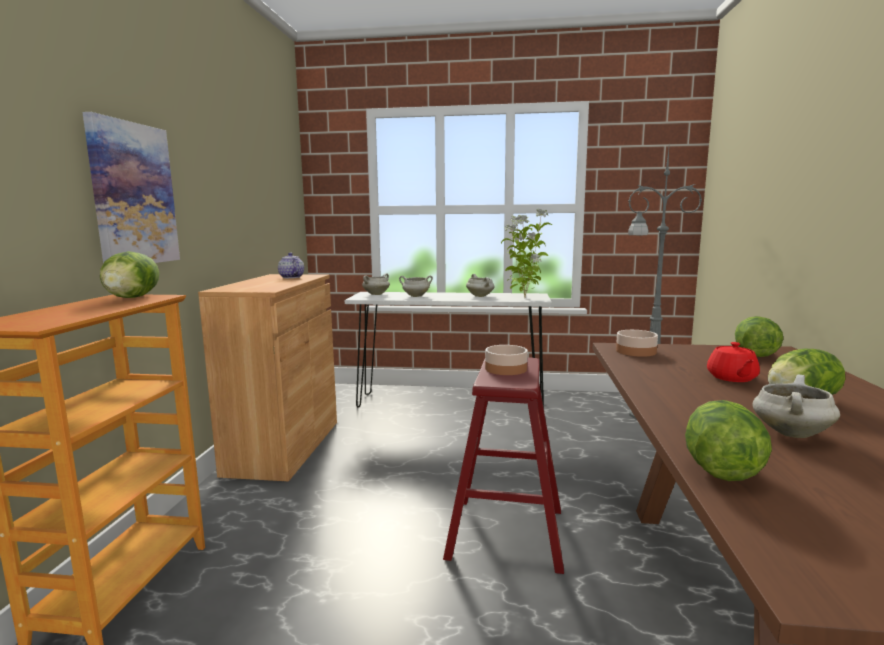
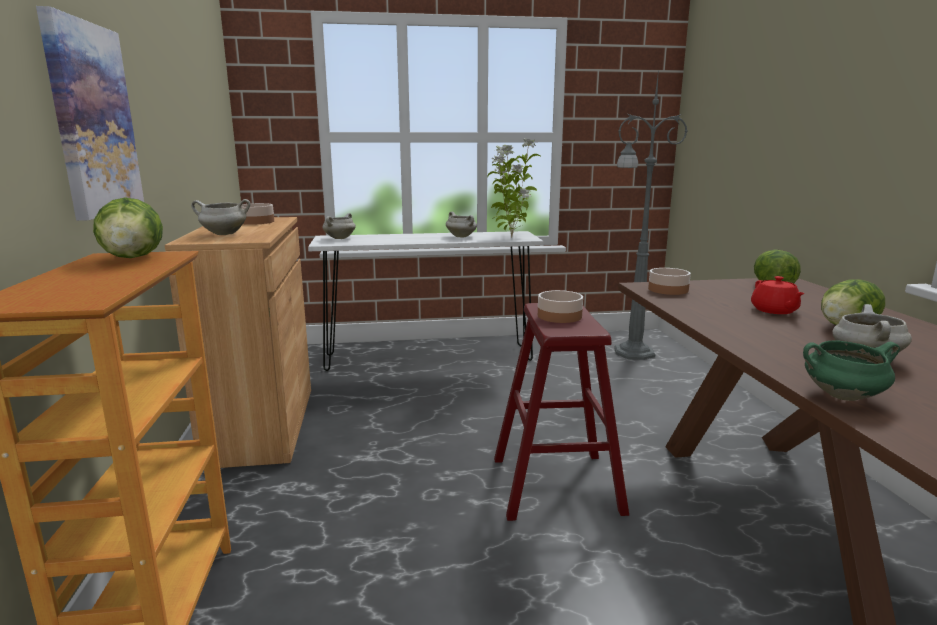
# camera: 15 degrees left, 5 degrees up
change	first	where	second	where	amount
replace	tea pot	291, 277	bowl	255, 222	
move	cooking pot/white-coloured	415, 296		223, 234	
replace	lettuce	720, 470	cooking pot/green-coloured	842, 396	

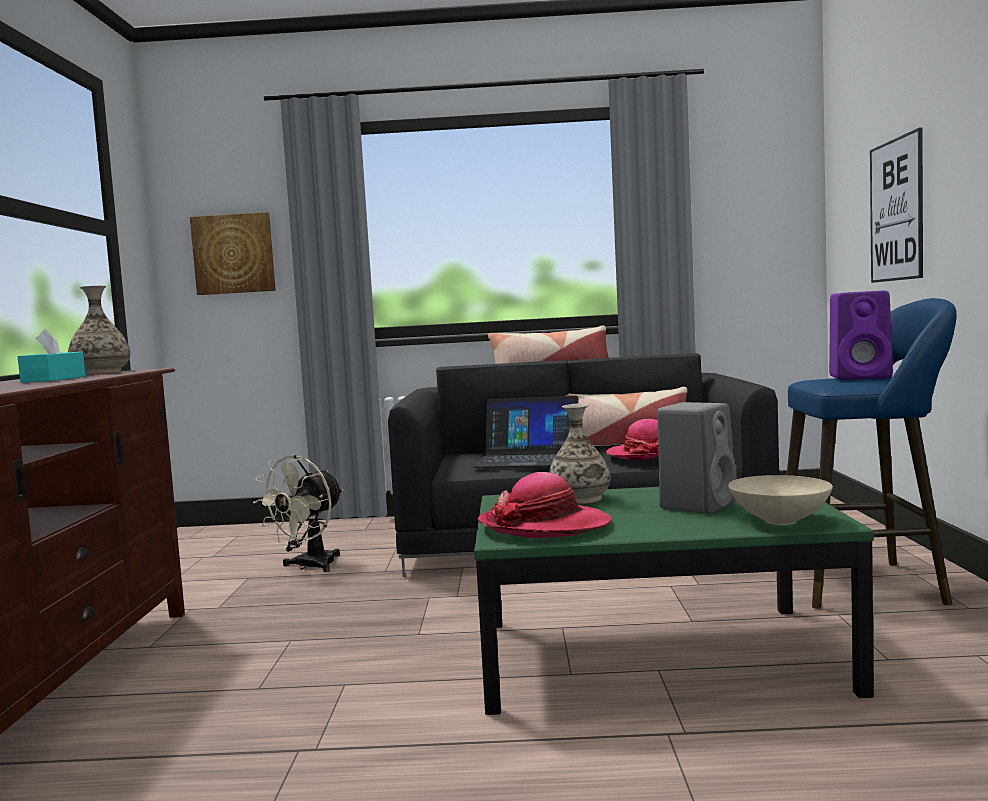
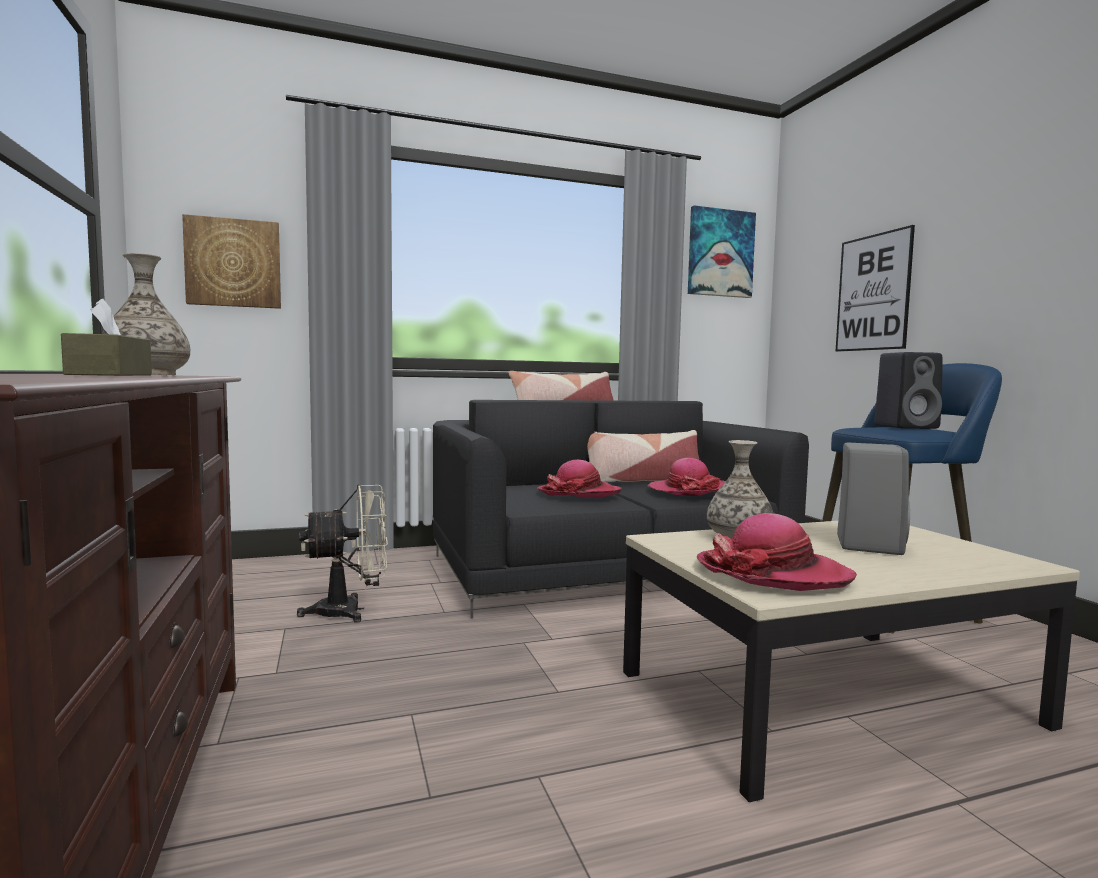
# camera: 20 degrees left, 0 degrees up
change	first	where	second	where	amount
recolor	speaker/purplish	862, 377	speaker/black-coloured	907, 427	
recolor	box of tissues/turquoise-coloured	54, 379	box of tissues/brown-coloured	110, 375	
replace	portable computer	528, 458	hat	579, 493	
rotate	cooling fan/sand-coloured	309, 567		350, 610	120 degrees counterclockwise
delete	bowl/sand-coloured	779, 520			
recolor	coffee table/green-coloured	657, 655	coffee table/sand-coloured	825, 698	
insert			picture	720, 253	

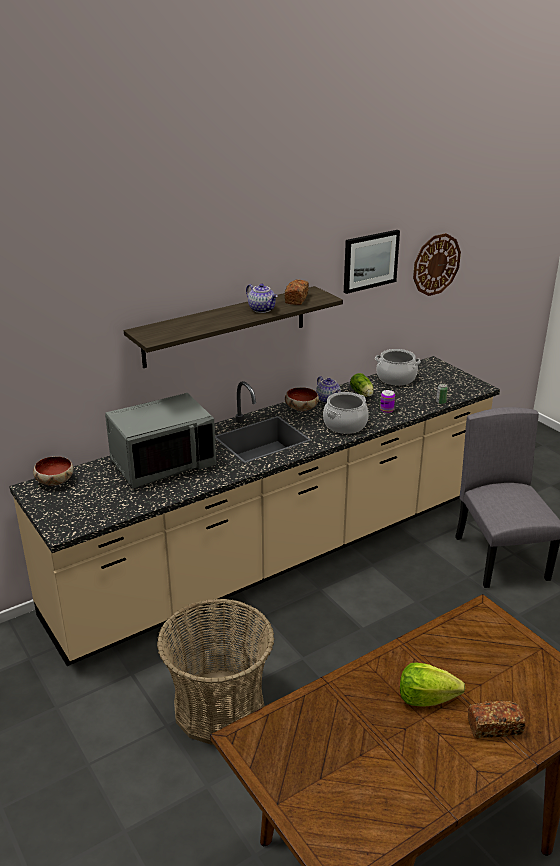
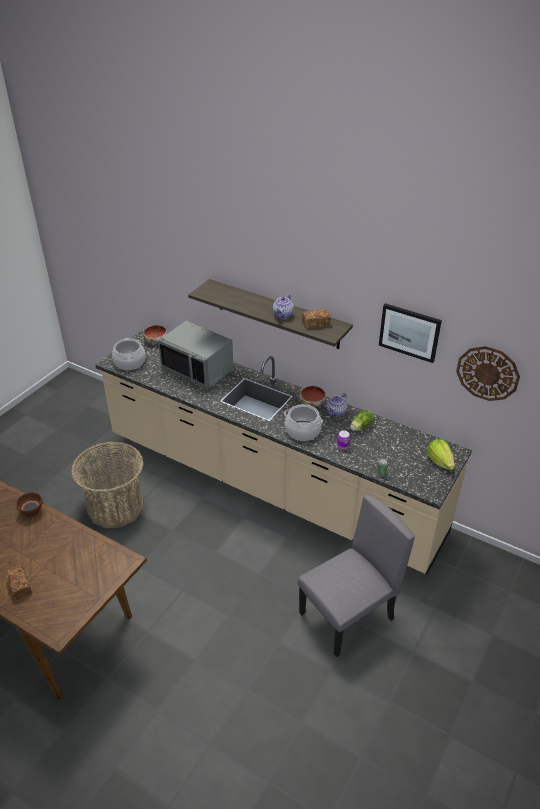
# camera: 65 degrees right, 10 degrees up
change	first	where	second	where	amount
move	cooking pot	396, 378		129, 362	
move	lettuce	426, 698		440, 462	
insert			bowl/brown-coloured	32, 511	

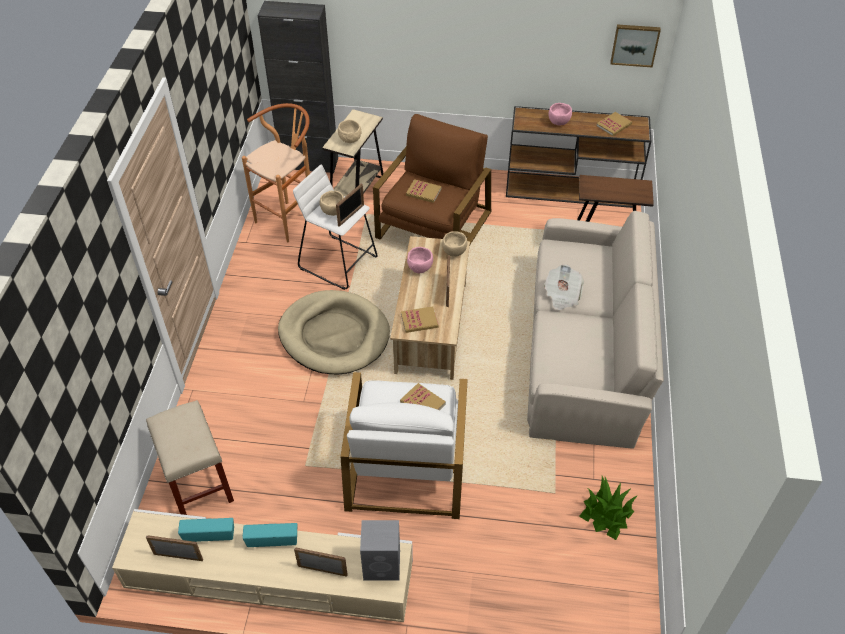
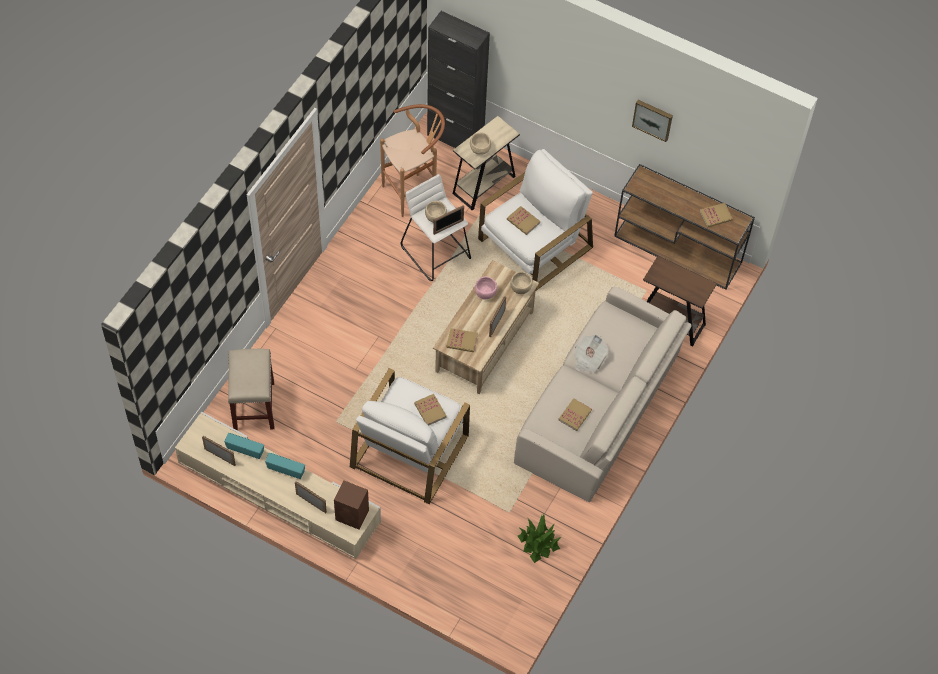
# camera: 20 degrees right, 10 degrees up
change	first	where	second	where	amount
move	picture	634, 44		653, 119	
delete	bowl/pink	559, 122			
recolor	armchair/brown-coloured	434, 226	armchair/white-coloured	535, 244	
delete	pet bed/sand-coloured	334, 335			
recolor	speaker/grey	383, 565	speaker/brown-coloured	353, 515	
insert			bound book	575, 415	

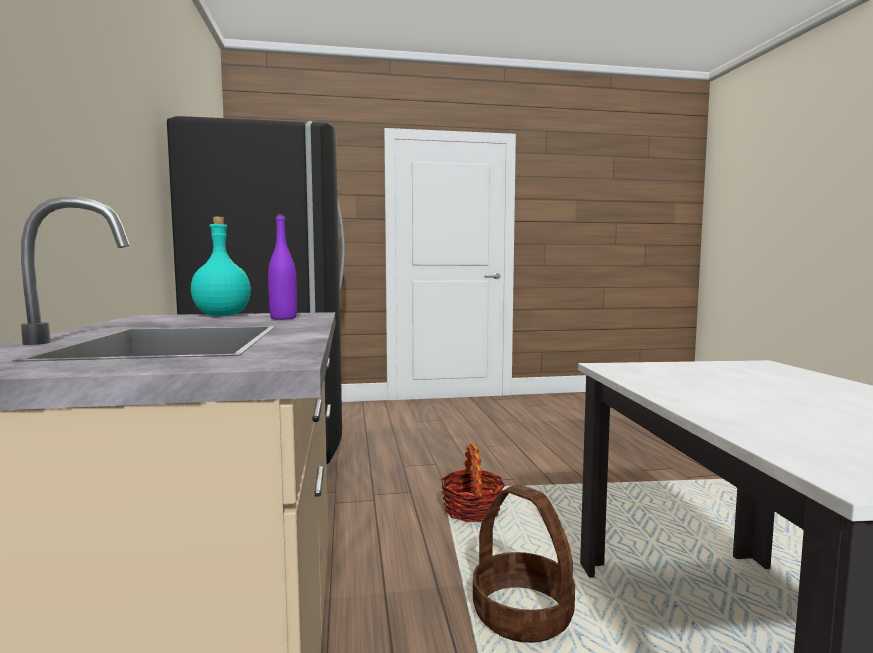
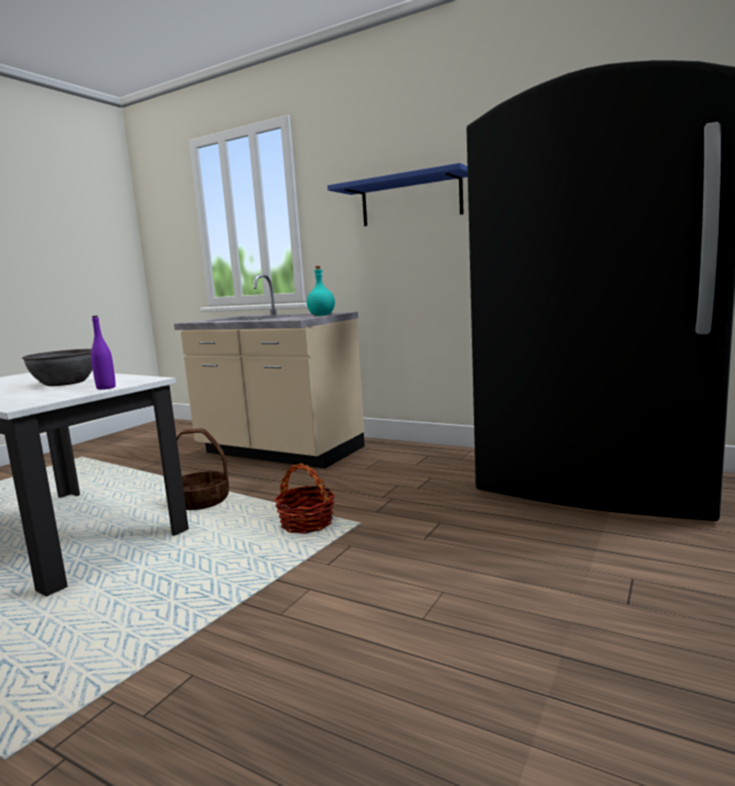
# camera: 130 degrees right, 5 degrees up
change	first	where	second	where	amount
move	drink bottle/purplish	283, 318		106, 388	
insert			bracket shelf/bluish	410, 200	
insert			bowl/grey	65, 383	

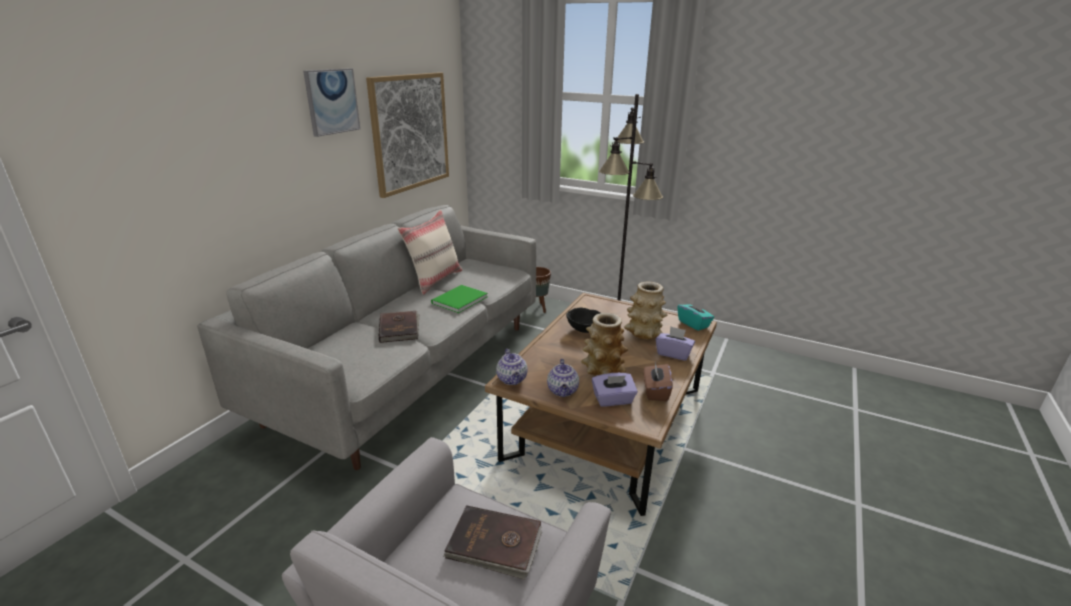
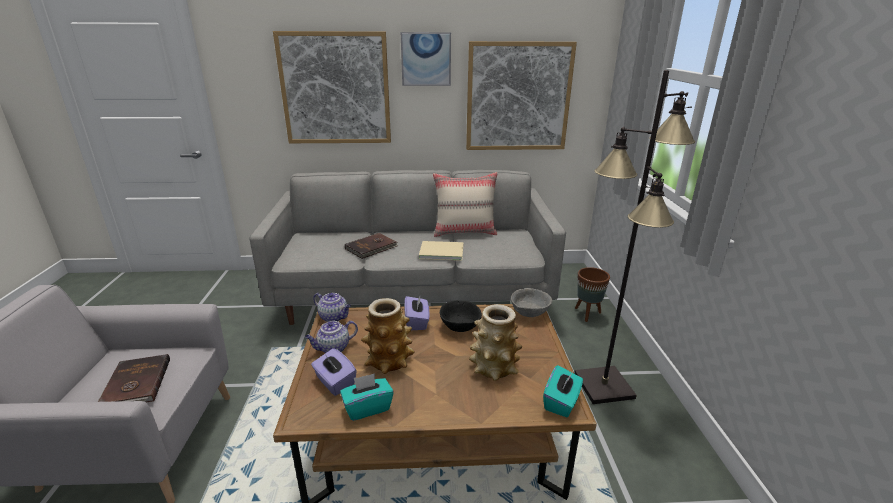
# camera: 60 degrees right, 0 degrees up
change	first	where	second	where	amount
recolor	bound book/green-coloured	457, 300	bound book/sand-coloured	440, 251	
move	box of tissues/purplish	673, 353		417, 322	
rotate	tea pot	512, 380		334, 317	105 degrees counterclockwise
recolor	box of tissues/brown-coloured	655, 391	box of tissues/turquoise-coloured	367, 407	
insert			picture	335, 89	
insert			bowl/grey	530, 313	

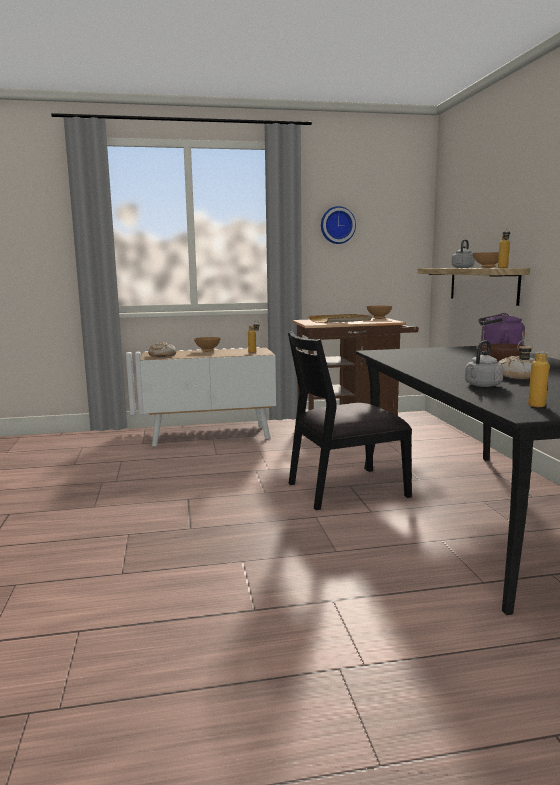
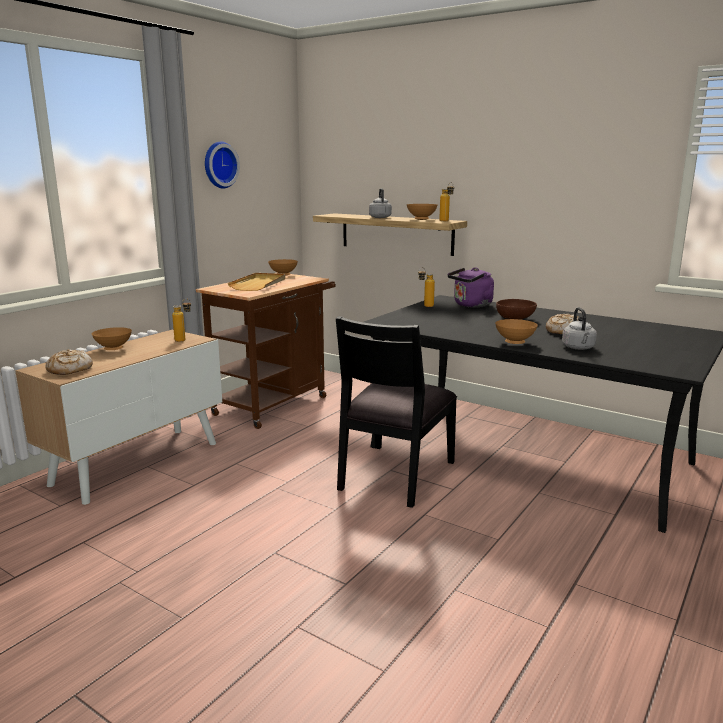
# camera: 45 degrees left, 5 degrees up
change	first	where	second	where	amount
move	drink bottle	529, 405		425, 306	
insert			bowl/brown-coloured	515, 343	

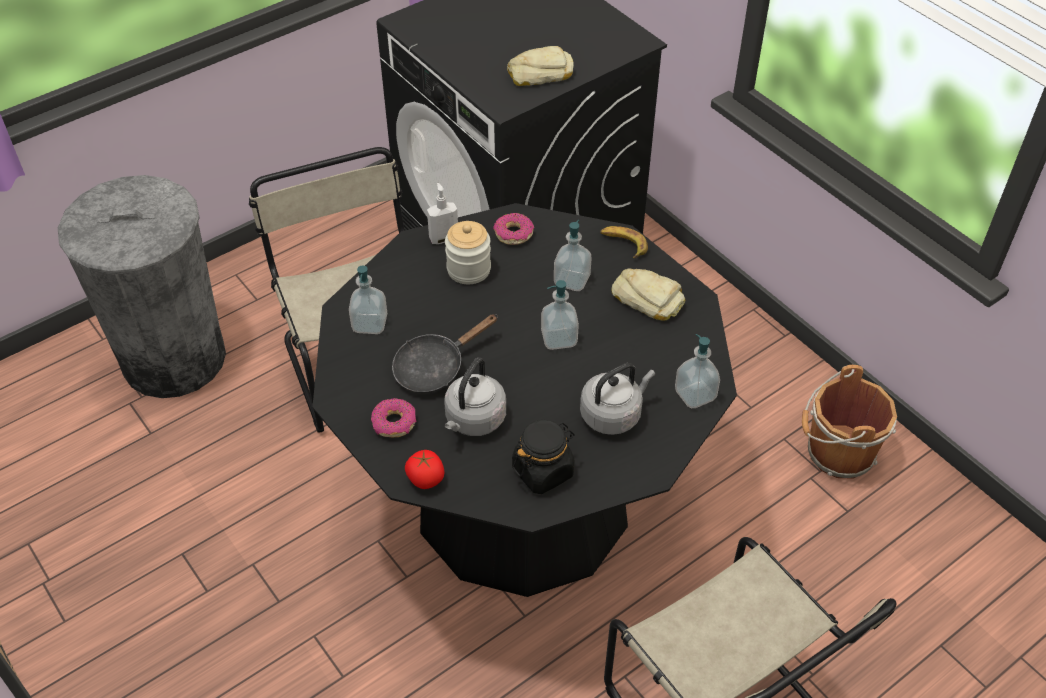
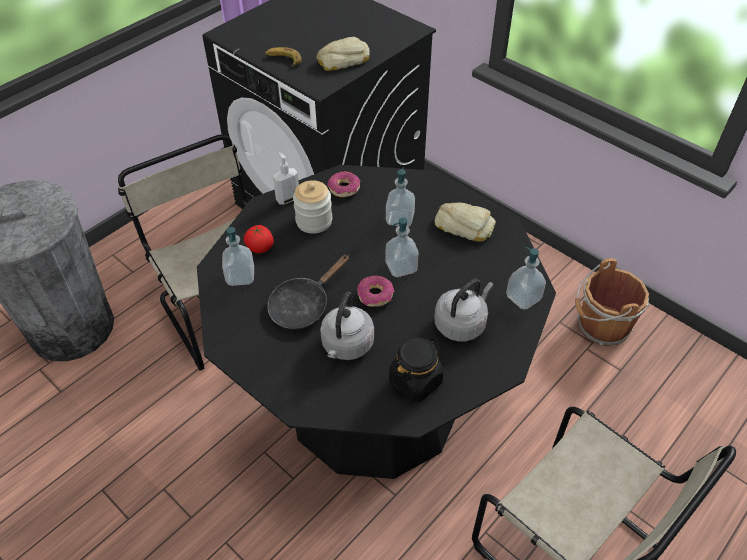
# camera: 10 degrees left, 0 degrees up
change	first	where	second	where	amount
move	banana fruit	623, 244		283, 60	
move	ring doughnut	394, 423		375, 295	
move	whole tomato	426, 479		260, 247	

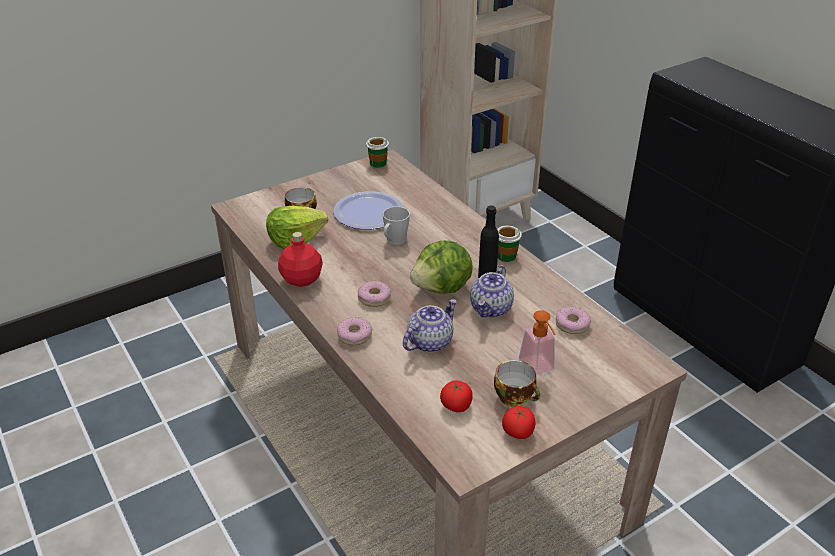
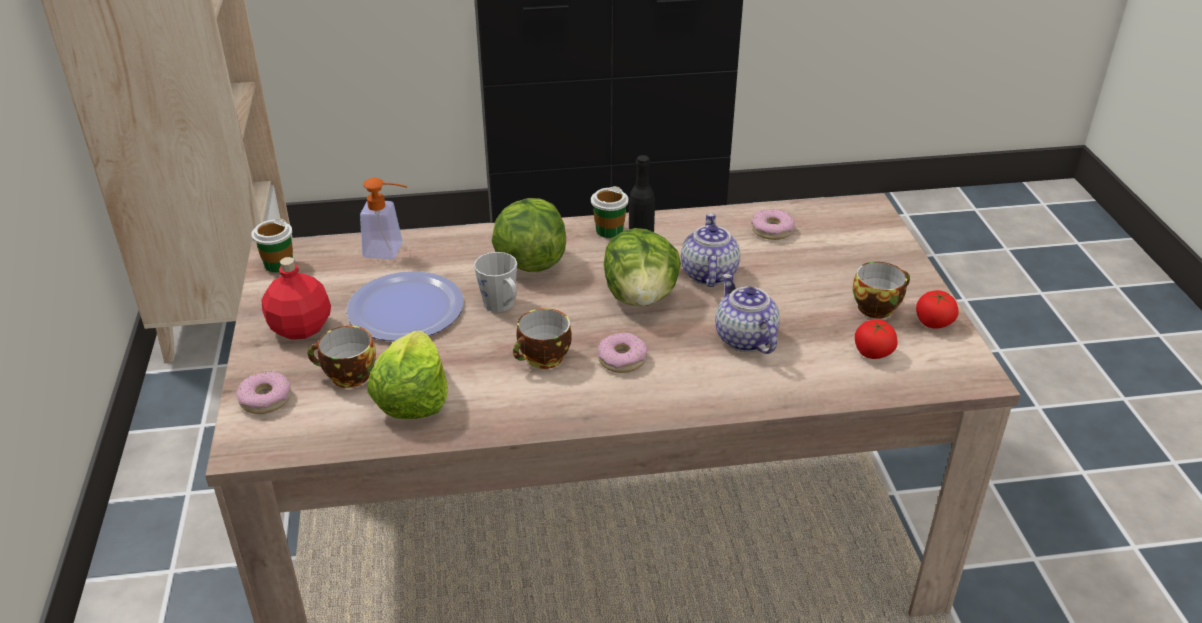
# camera: 65 degrees left, 0 degrees up
change	first	where	second	where	amount
move	drink bottle/reddish	302, 279		300, 327	
rotate	tea pot	491, 309		708, 274	135 degrees counterclockwise
move	liquid soap bottle	539, 369		390, 251	
move	ring doughnut	354, 335		265, 399	
insert			lettuce	529, 262	
insert			small cup	543, 359	

